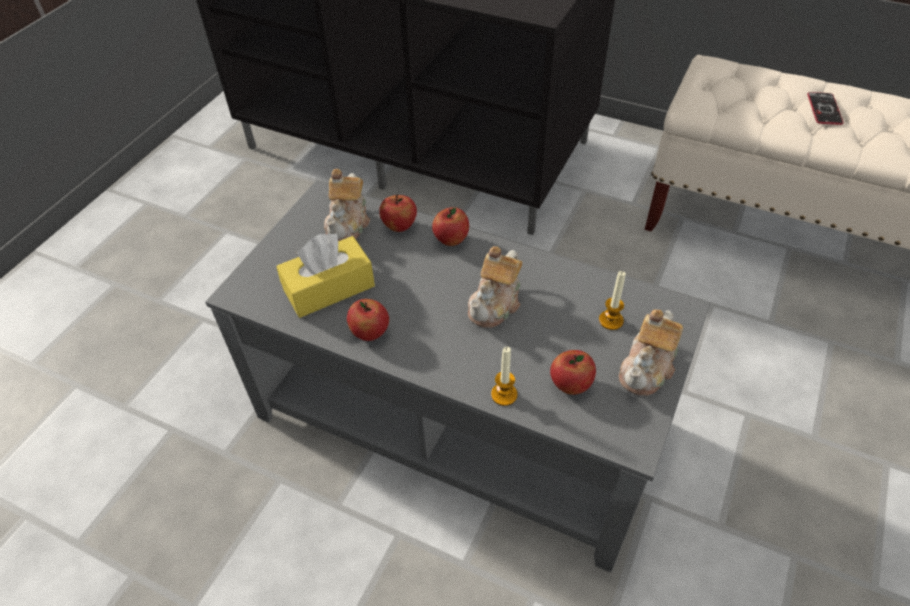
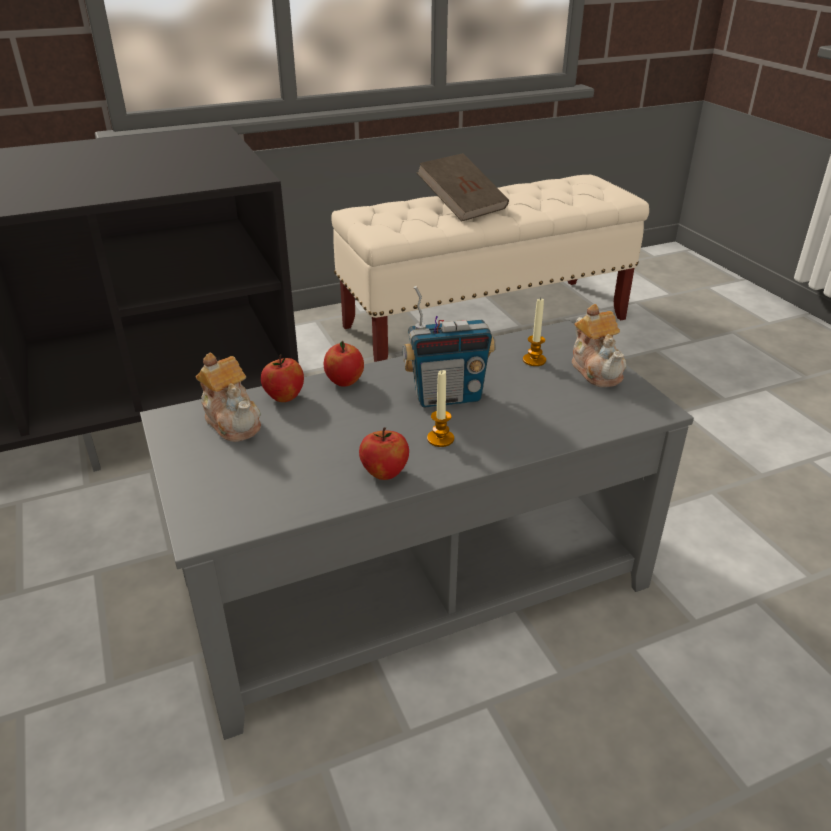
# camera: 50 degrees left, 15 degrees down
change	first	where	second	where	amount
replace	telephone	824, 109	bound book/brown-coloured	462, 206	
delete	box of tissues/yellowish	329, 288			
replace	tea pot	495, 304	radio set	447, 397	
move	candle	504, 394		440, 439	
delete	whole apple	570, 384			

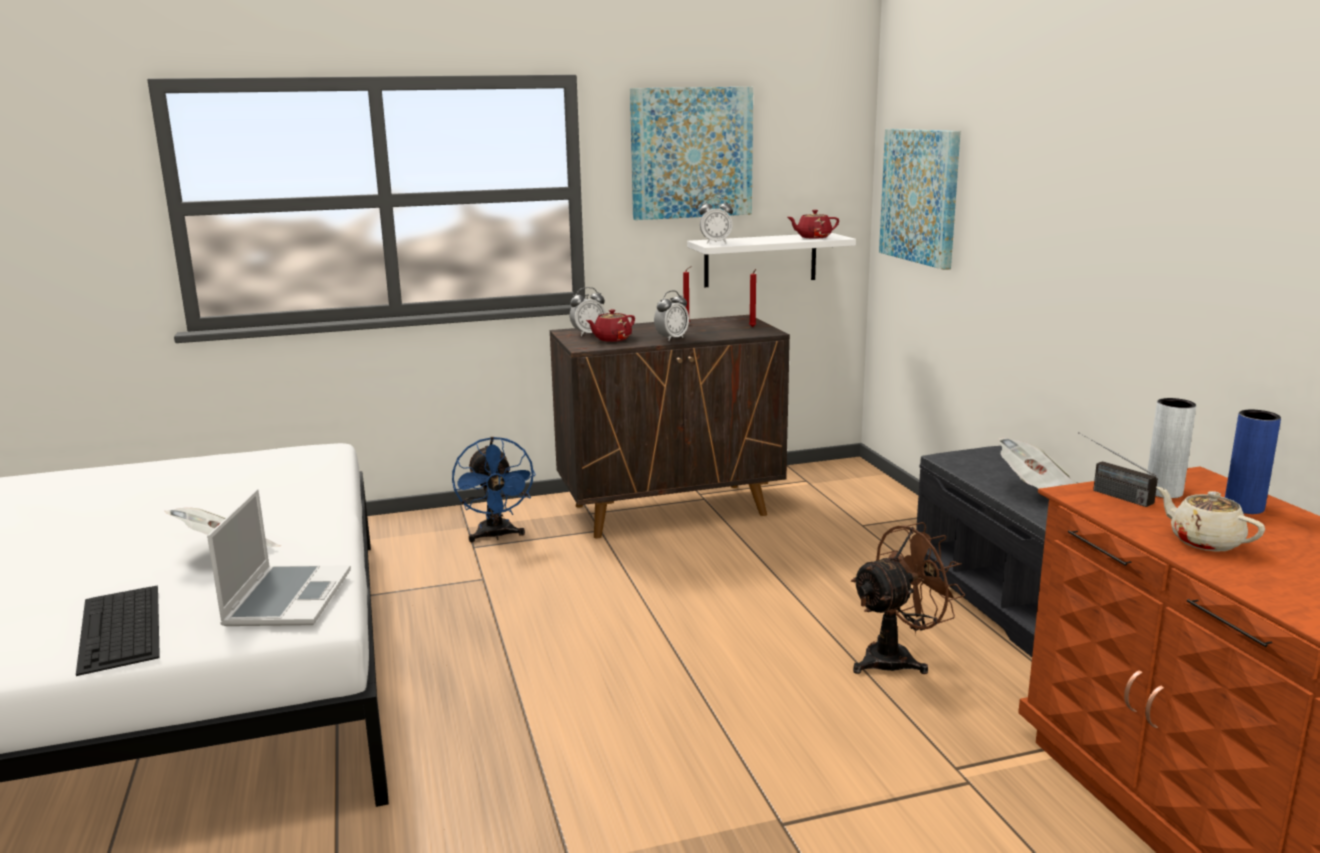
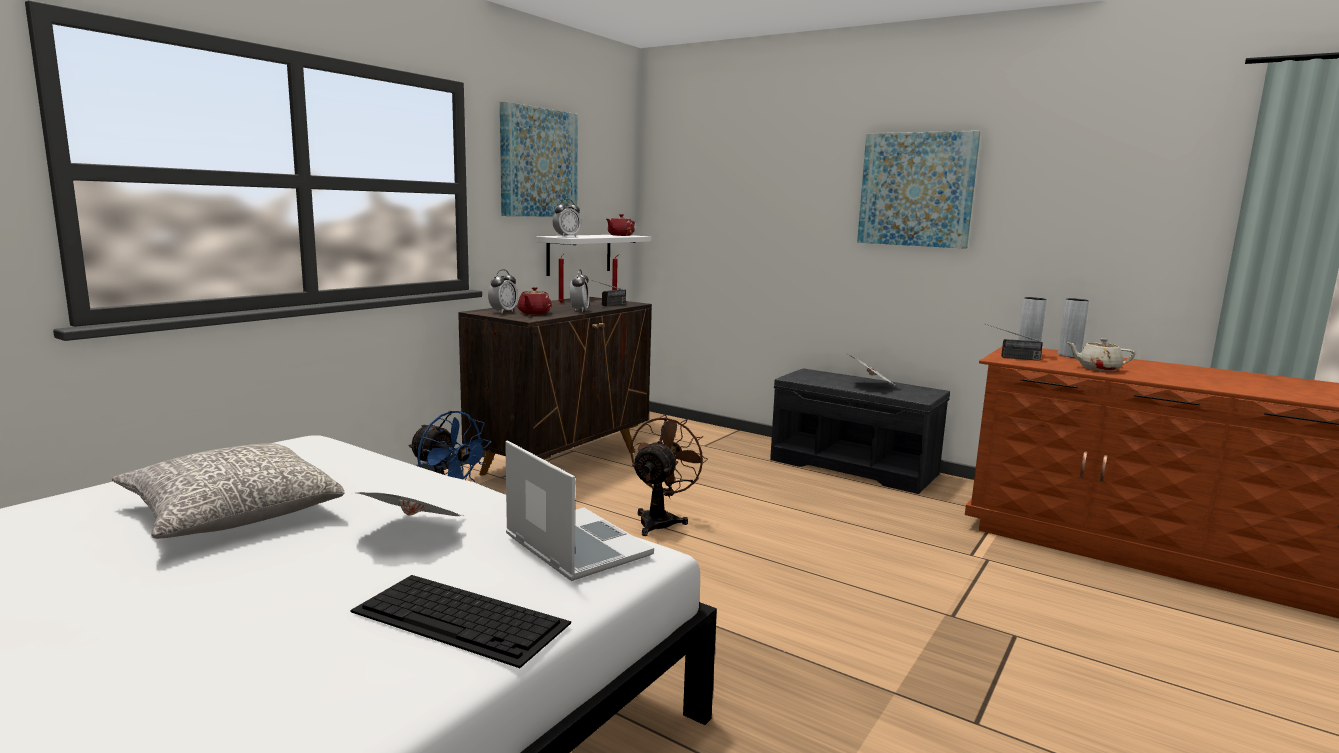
# camera: 40 degrees left, 5 degrees down
change	first	where	second	where	amount
move	picture	920, 196		916, 189	
recolor	vase/bluish	1244, 507	vase/grey	1069, 355	
move	cooling fan/brown-coloured	897, 658		660, 520	
insert			radio set	609, 305	
insert			throw pillow/grey	230, 513	

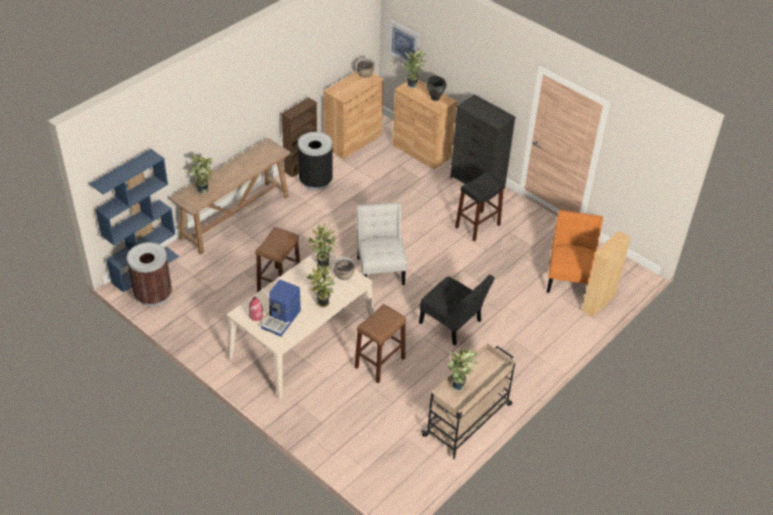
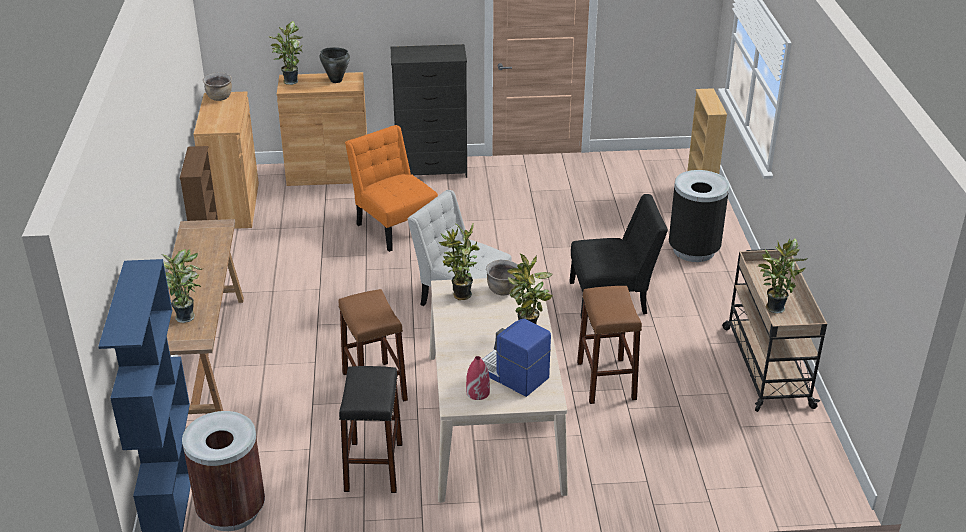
# camera: 45 degrees left, 10 degrees down
change	first	where	second	where	amount
delete	picture	404, 43			
move	rubbish bin/black-coloured	316, 181		694, 250	
move	stool seat/black-coloured	477, 226		374, 466	
move	upright chair/orange	569, 277		394, 226	
rotate	coffee maker	282, 319		512, 375	150 degrees clockwise

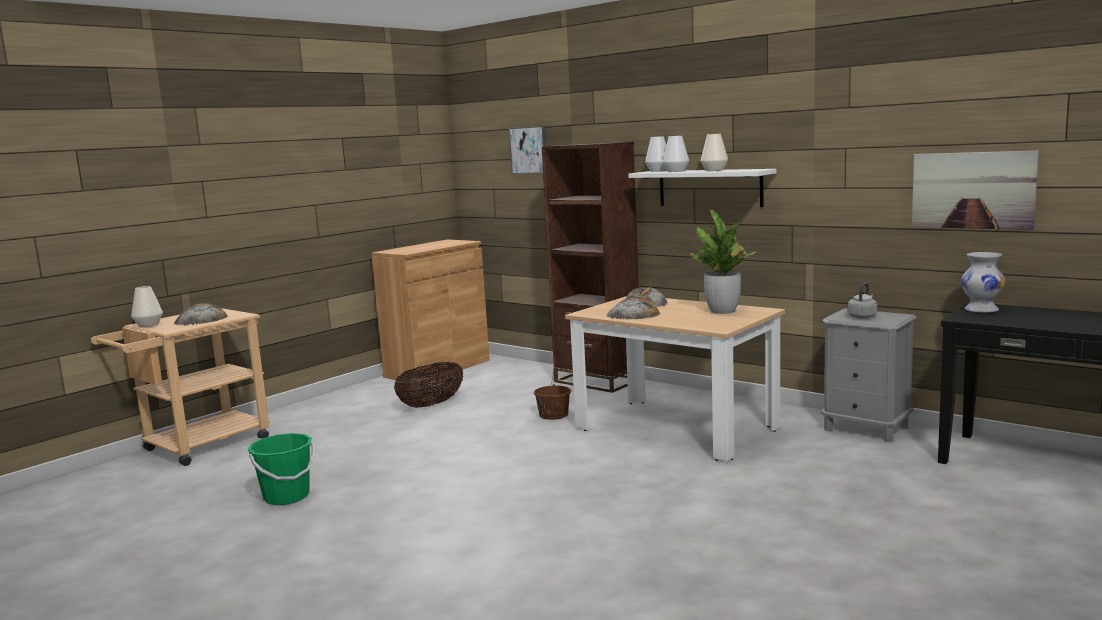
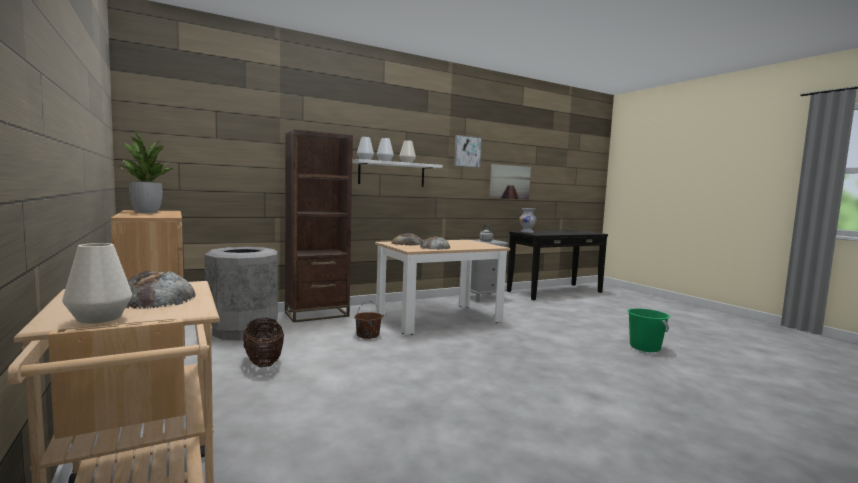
# camera: 70 degrees left, 5 degrees down
change	first	where	second	where	amount
move	picture	529, 150		467, 151	
move	plant in a pot	723, 311		147, 212	
move	pail/green-coloured	286, 496		645, 347	
insert			rubbish bin/grey	243, 331	

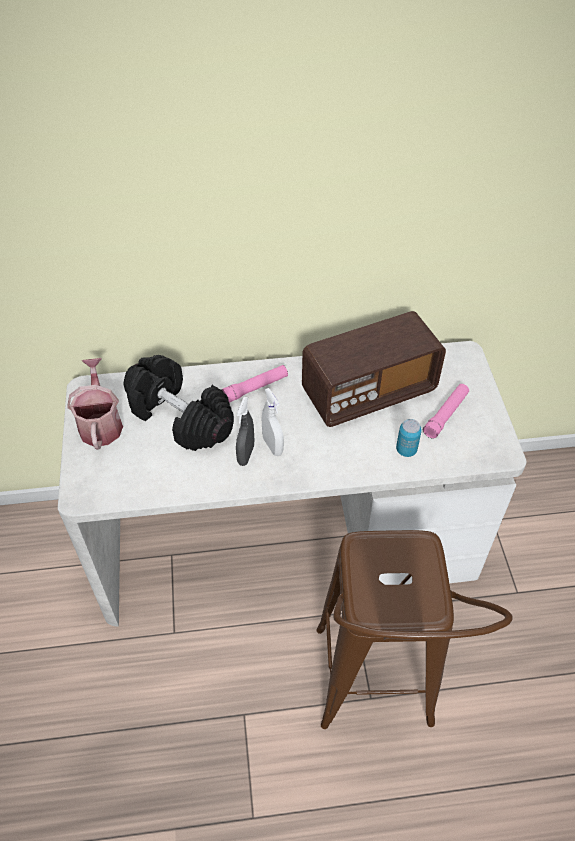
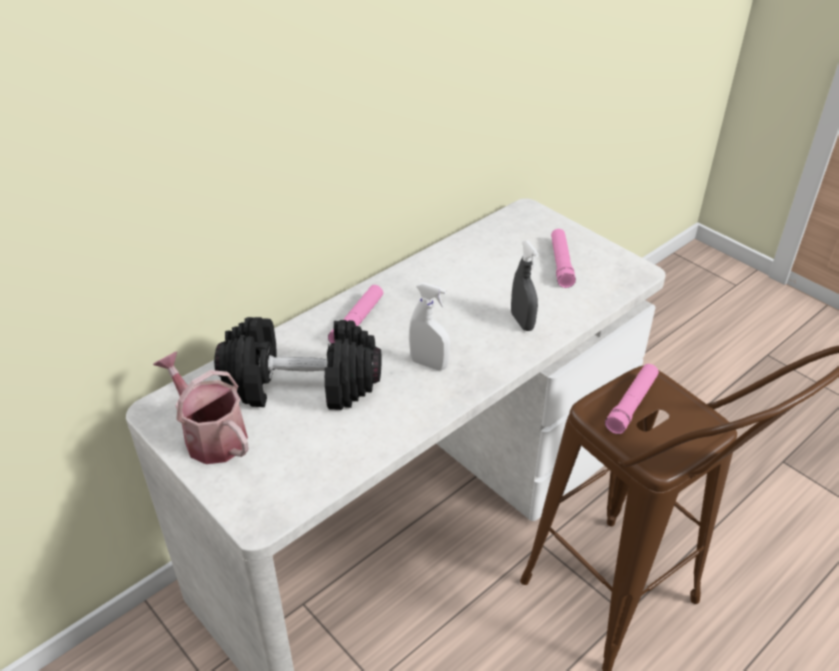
# camera: 35 degrees left, 10 degrees down
change	first	where	second	where	amount
delete	radio set	368, 392			
move	sprayer/grey	246, 455		522, 322	
delete	metal can	406, 450			
insert			hand torch/pink	631, 404	

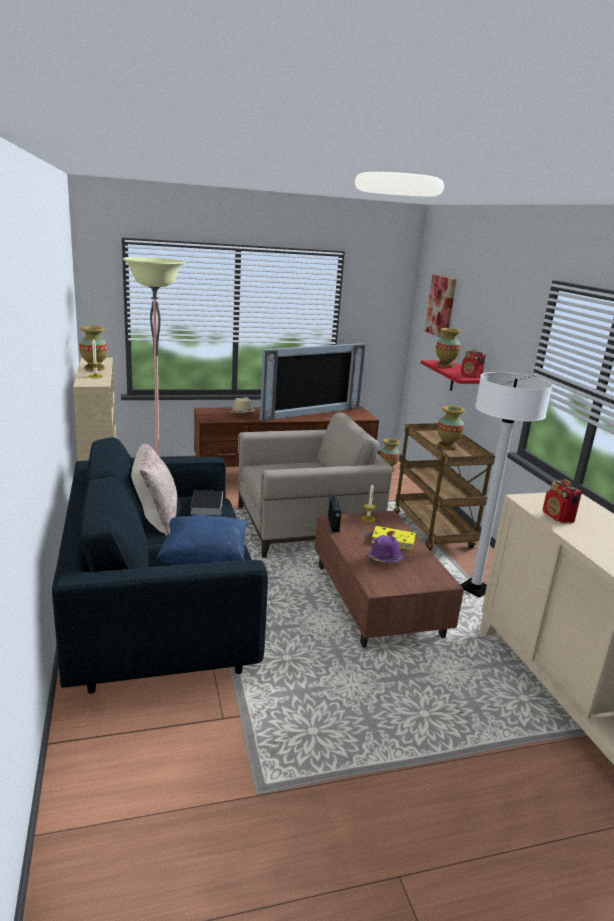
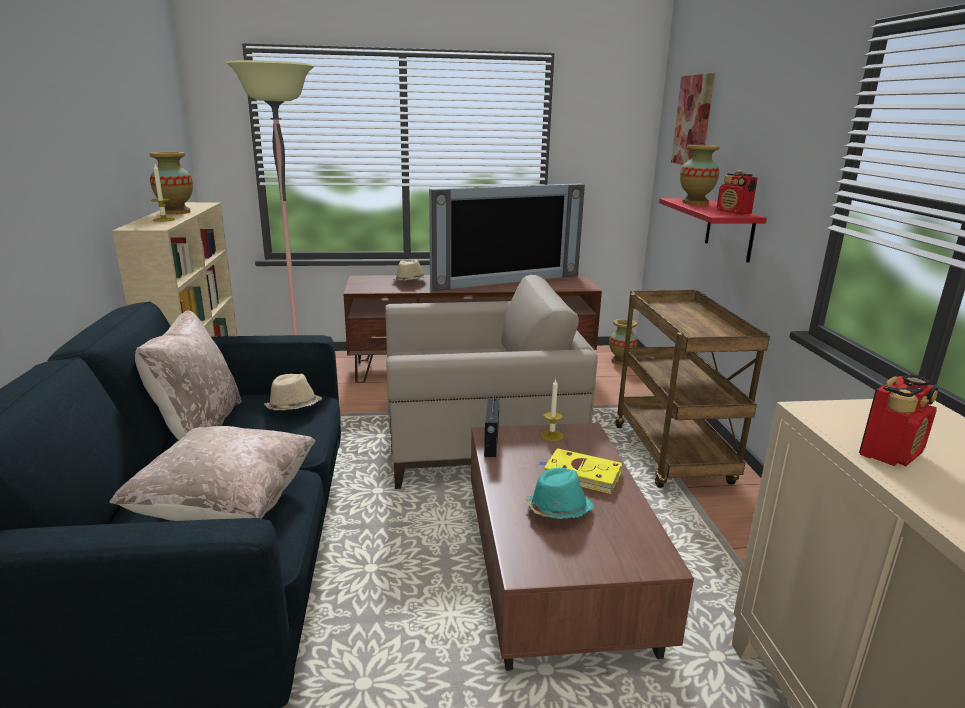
# camera: 10 degrees right, 0 degrees up
change	first	where	second	where	amount
delete	standing lamp/white-coloured	475, 589			
delete	vase	447, 446			
rotate	radio set	558, 517		891, 453	120 degrees counterclockwise
replace	bound book	207, 505	hat/sand-coloured	293, 408	
recolor	throw pillow/bluish	204, 561	throw pillow/sand-coloured	226, 506	
recolor	hat/purplish	385, 559	hat/turquoise-coloured	558, 510	

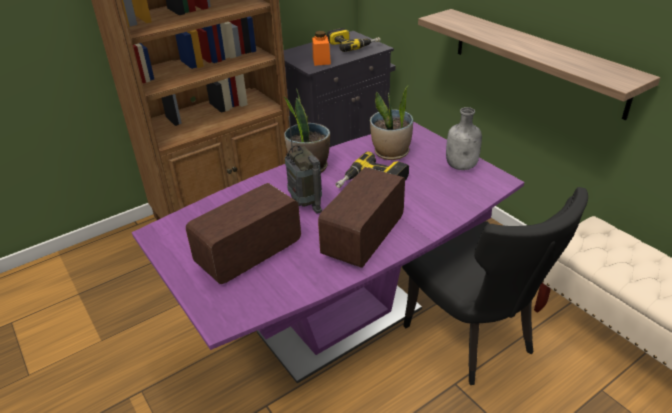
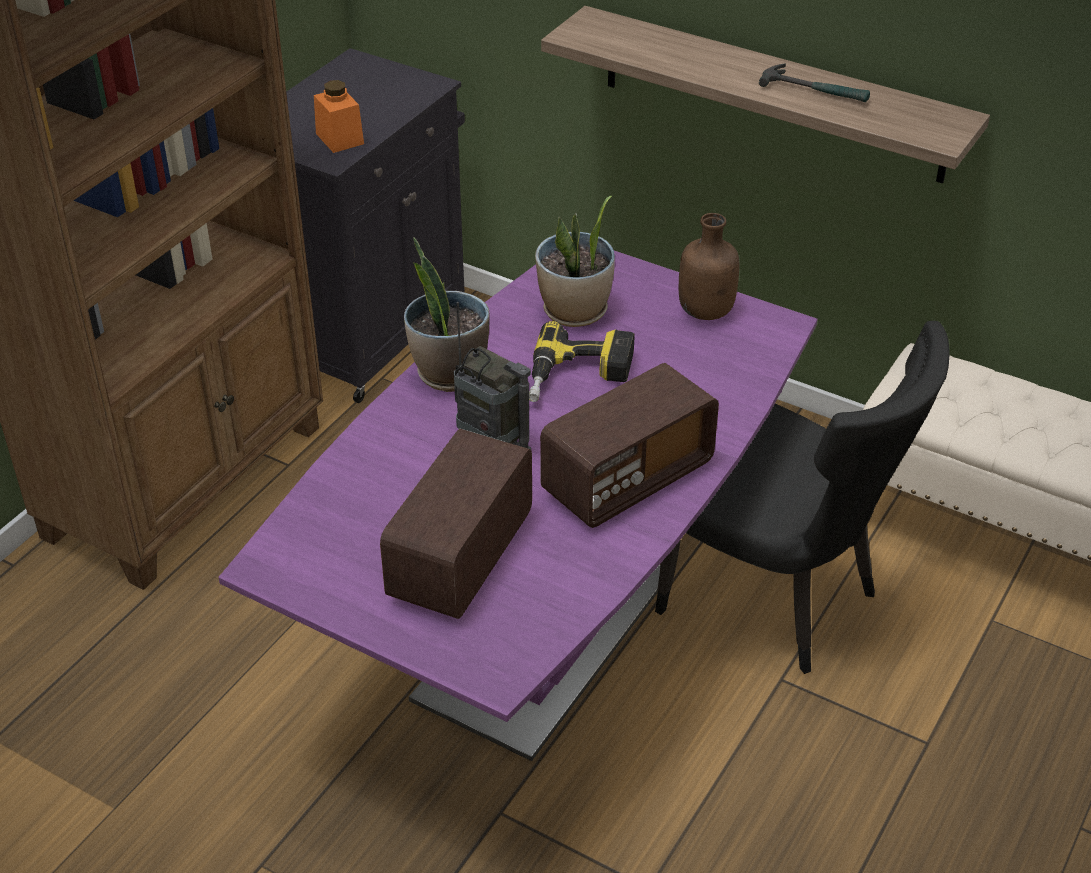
# camera: 25 degrees left, 5 degrees up
change	first	where	second	where	amount
delete	power drill	352, 45			
recolor	drink bottle/grey	462, 166	drink bottle/brown-coloured	707, 311	
rotate	radio set	364, 237		627, 479	135 degrees counterclockwise
insert			hammer	815, 91	

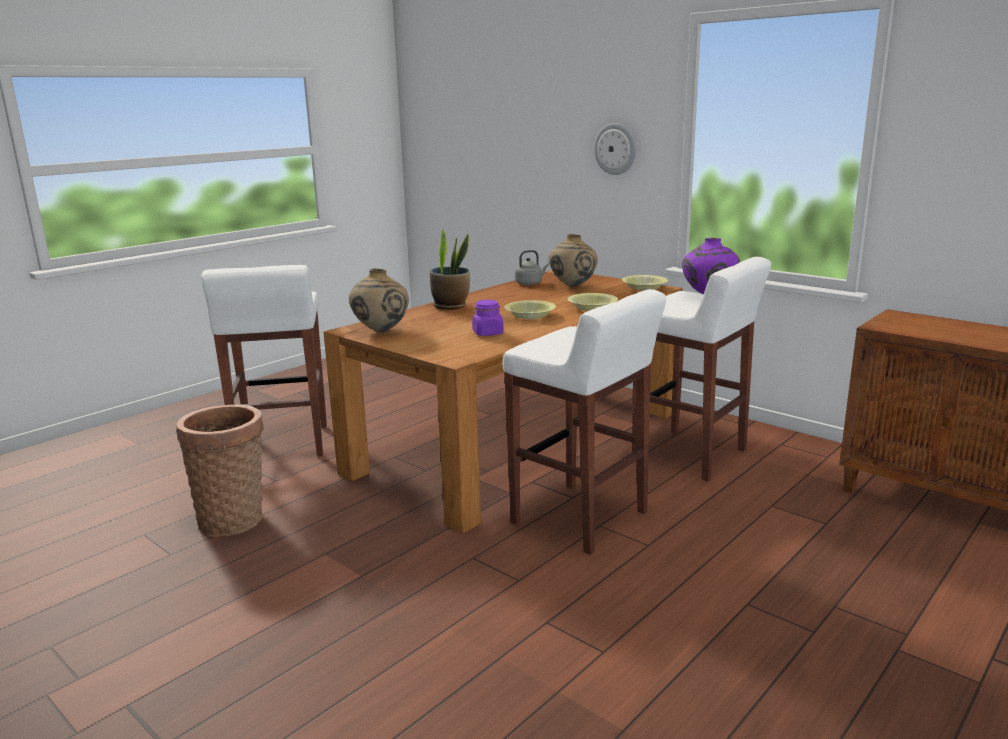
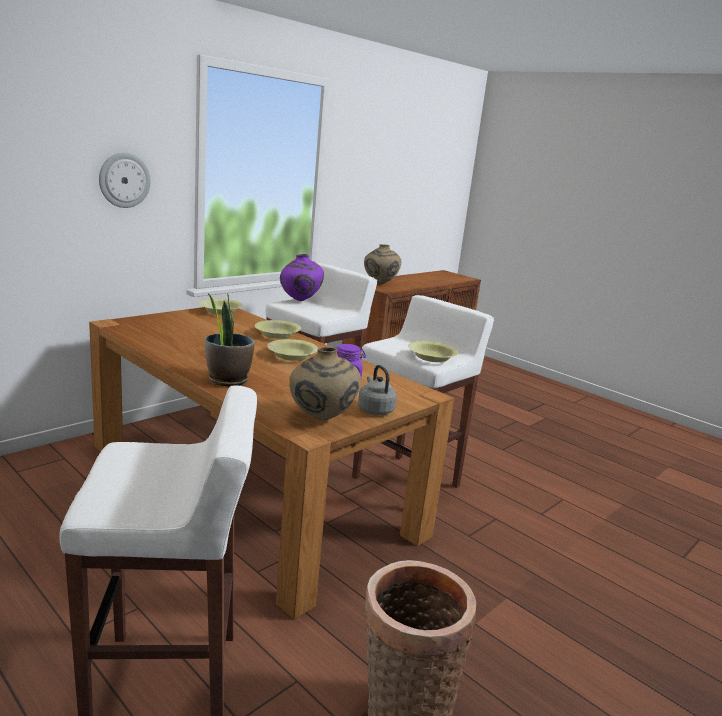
# camera: 90 degrees left, 0 degrees up
change	first	where	second	where	amount
move	vase/sand-coloured	572, 286		380, 283	
move	water kettle/grey	530, 283		375, 409	
insert			bowl/yellowish	431, 358	

